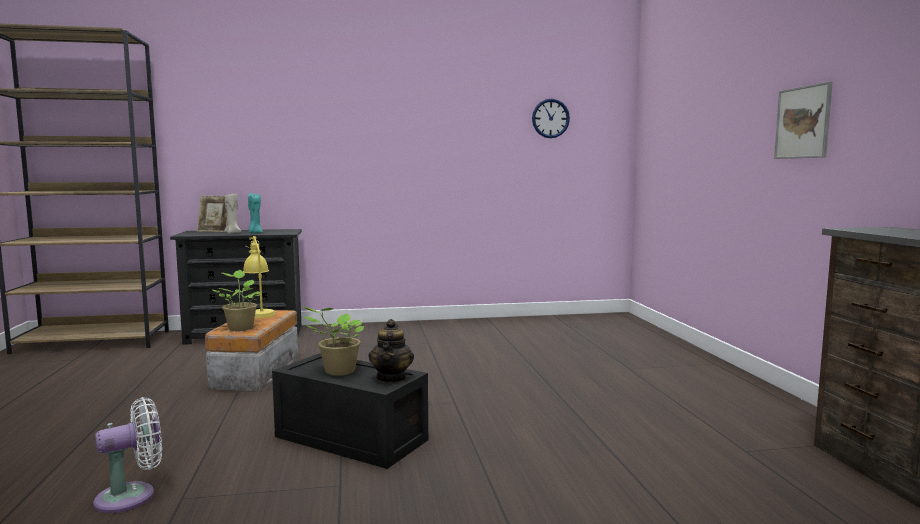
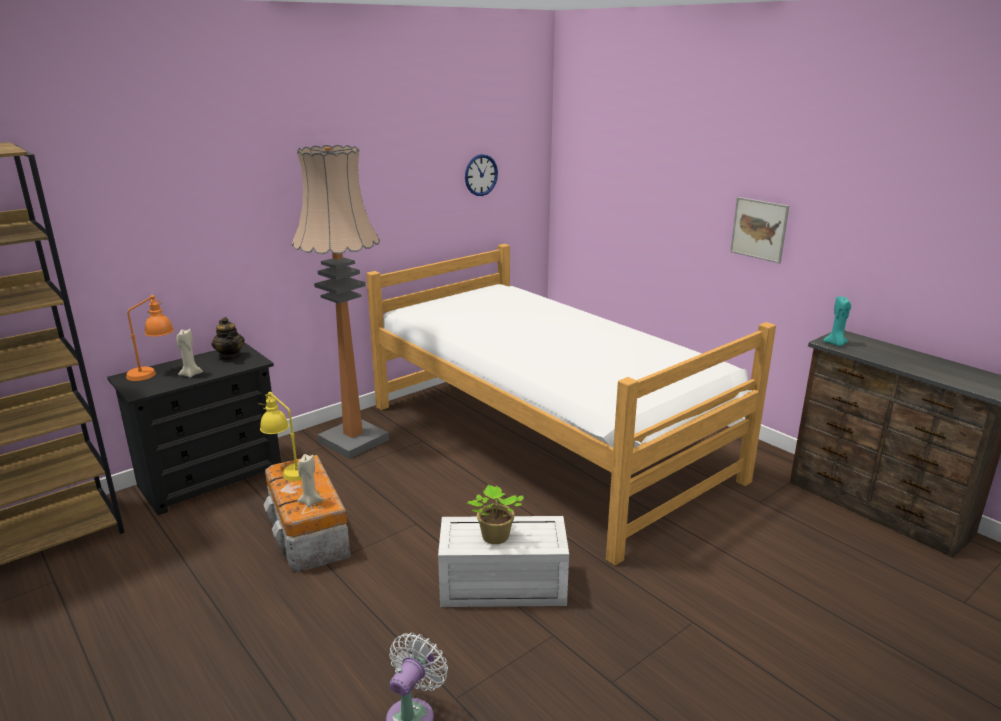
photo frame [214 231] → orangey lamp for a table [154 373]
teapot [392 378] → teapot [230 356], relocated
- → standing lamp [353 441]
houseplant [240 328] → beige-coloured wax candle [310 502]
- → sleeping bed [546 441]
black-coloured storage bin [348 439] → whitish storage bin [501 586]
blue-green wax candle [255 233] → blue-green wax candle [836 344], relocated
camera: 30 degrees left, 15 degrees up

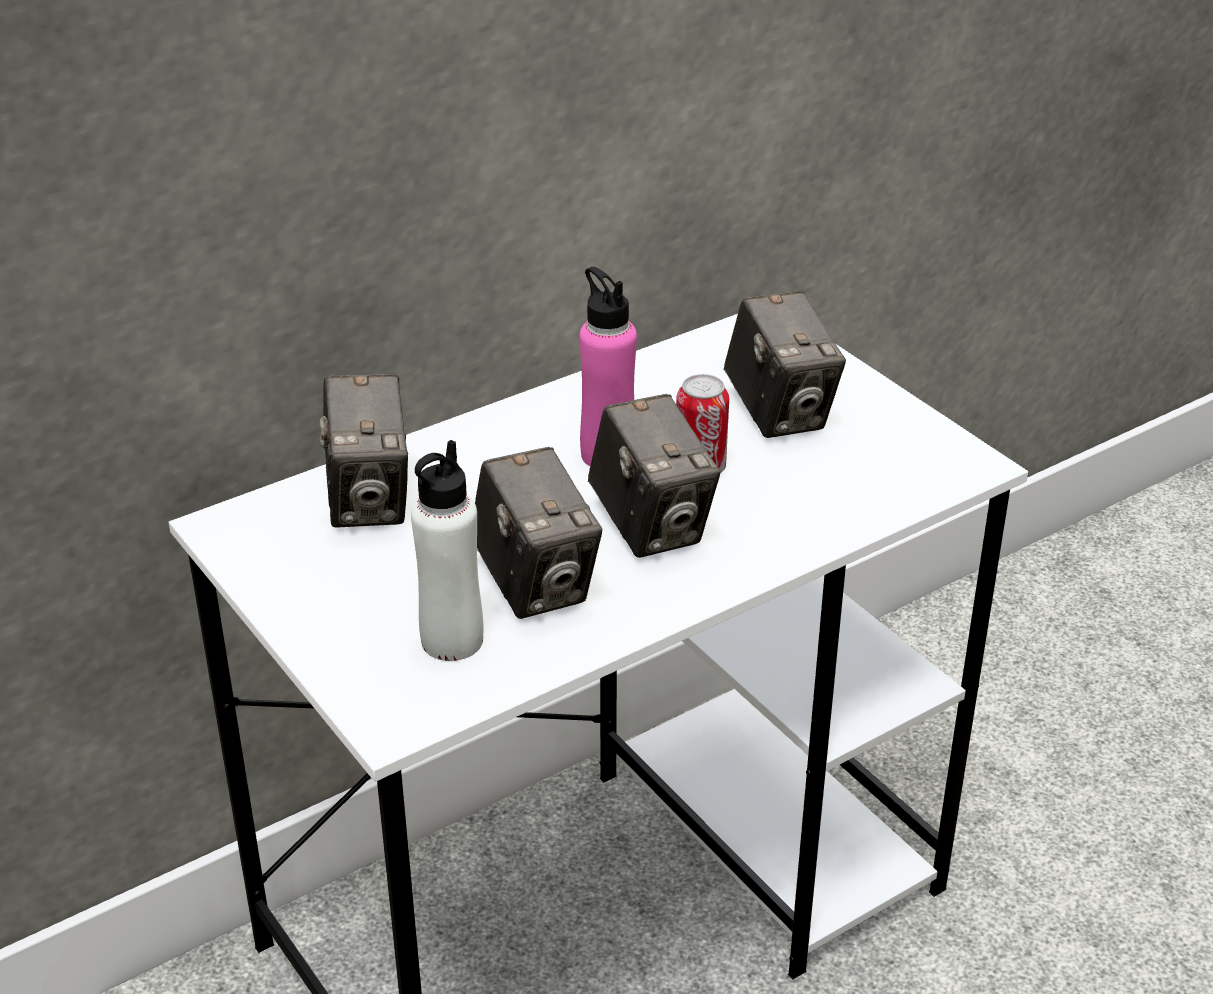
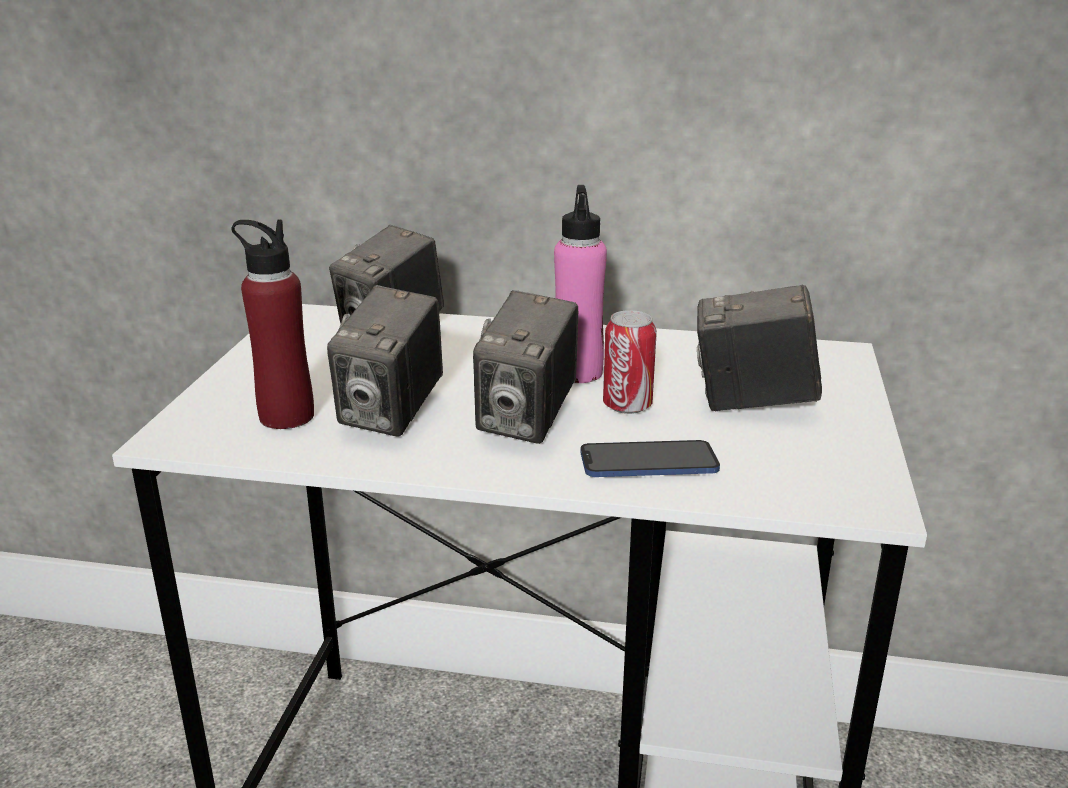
whitish drink bottle [451 640] → red-coloured drink bottle [286 416]
- → phone [648 463]
photo camera [780 413] → photo camera [753 402], 75 degrees clockwise
camera: 45 degrees right, 10 degrees down

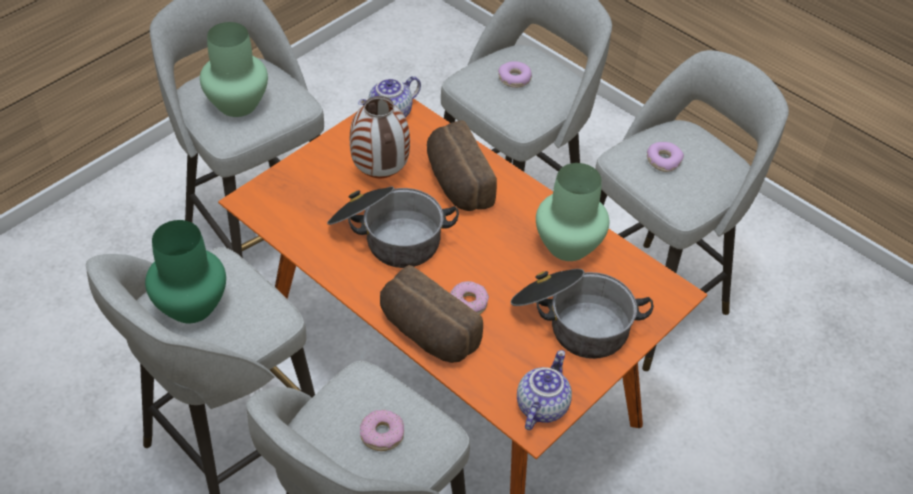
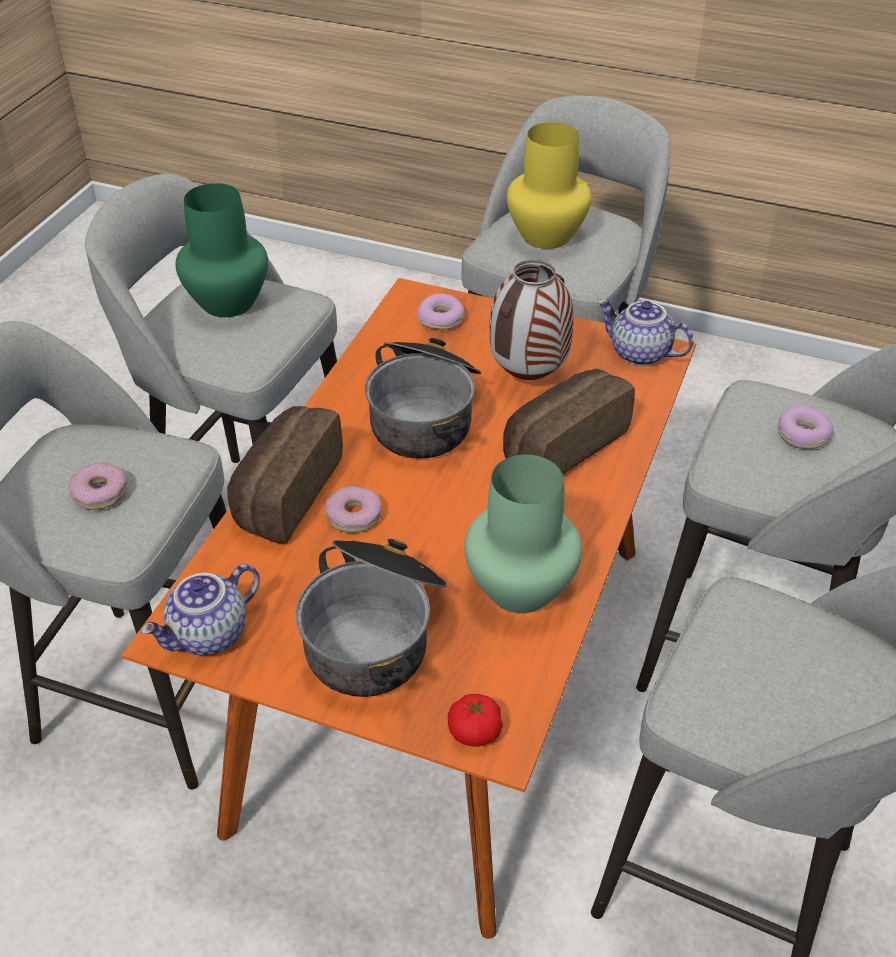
teapot [541 405] → teapot [209 636], 135 degrees clockwise
ring doughnut [663 161] → ring doughnut [441 319], relocated
- → whole tomato [474 731]
greenish decorative vase [238 103] → yellow decorative vase [547 236]
camera: 70 degrees right, 5 degrees down

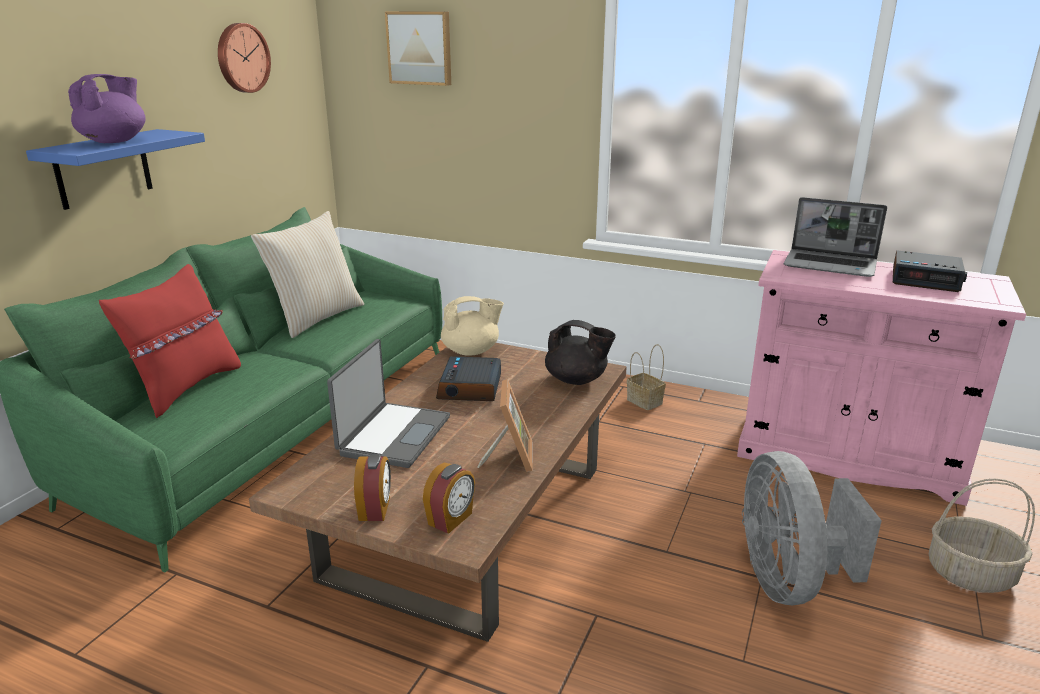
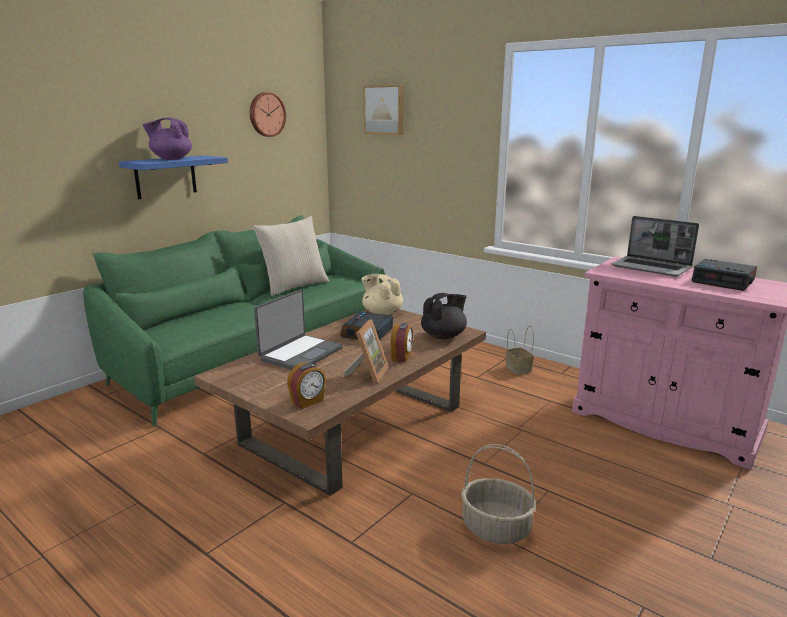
purplish teapot [115 141] → purplish teapot [171 159], 120 degrees counterclockwise
beige-coloured teapot [471 351] → beige-coloured teapot [382 313], 135 degrees counterclockwise
table clock [375 509] → table clock [402 357], relocated
black-coloured teapot [577 380] → black-coloured teapot [444 336], 75 degrees counterclockwise
storage basket [971 573] → storage basket [497 528], relocated
red-coloured pillow [186 388] → -
grey fan [788 580] → -
camera: 15 degrees right, 5 degrees down

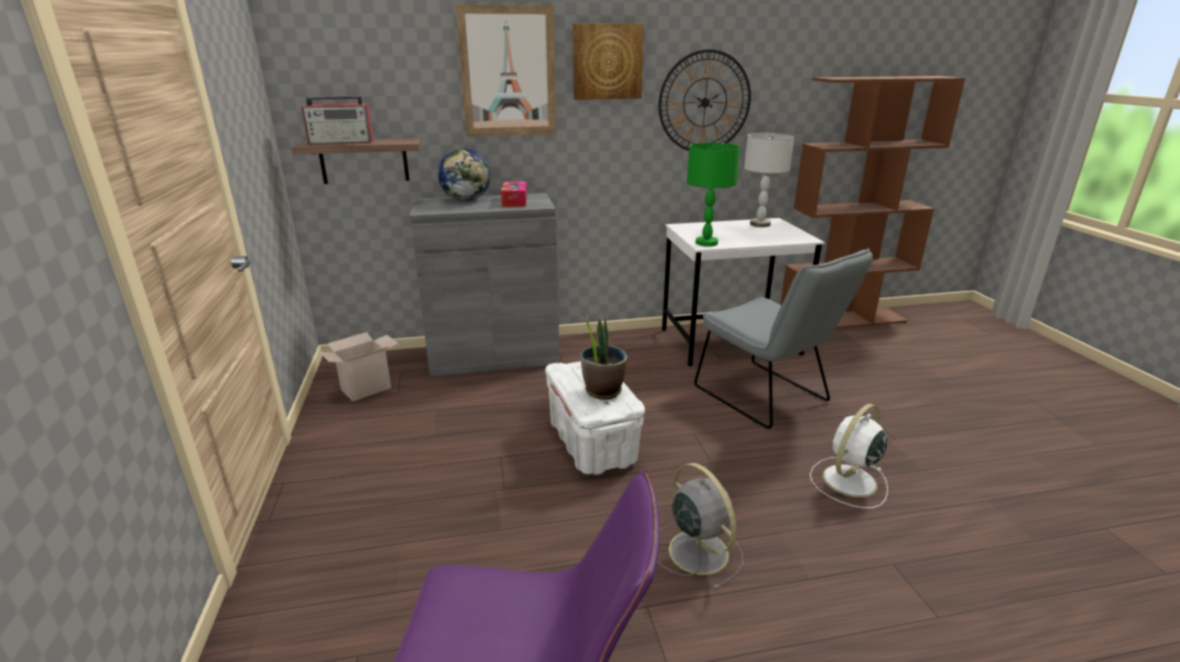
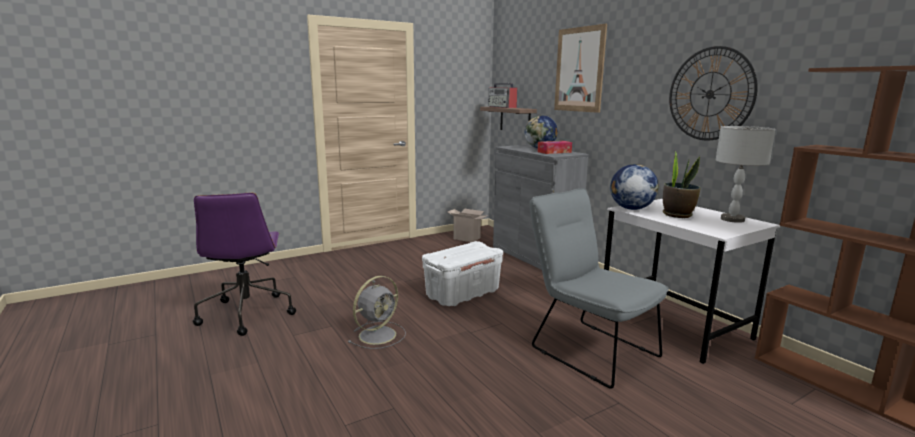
grey plain chair [767 398] → grey plain chair [587 348], 105 degrees clockwise
greenish lamp for a table [706 243] → globe [631 209]
houseplant [603 391] → houseplant [677 215], relocated
wall art [607 61] → -
whitish fan [848 482] → -
camera: 70 degrees right, 10 degrees down

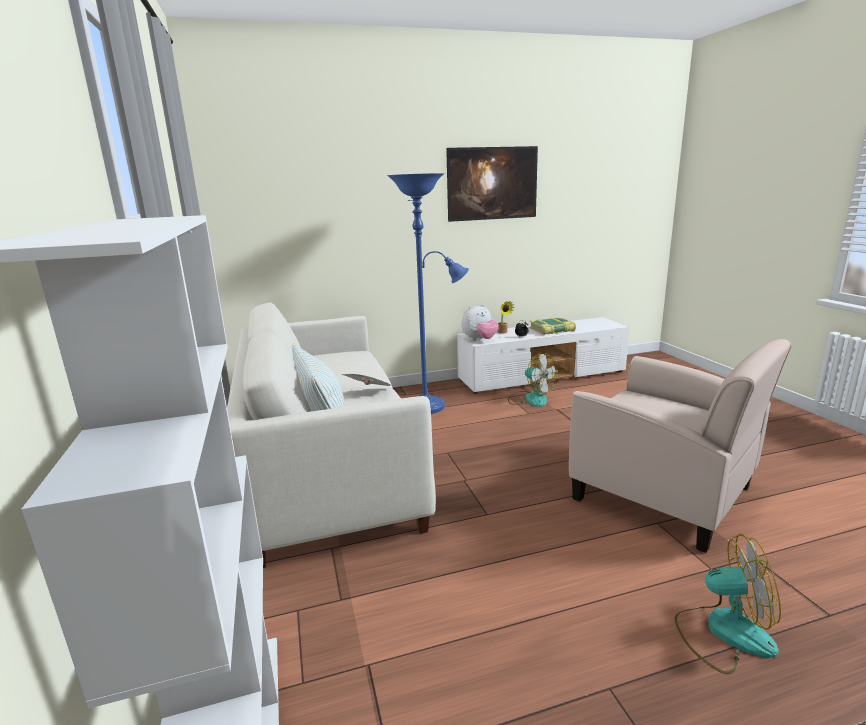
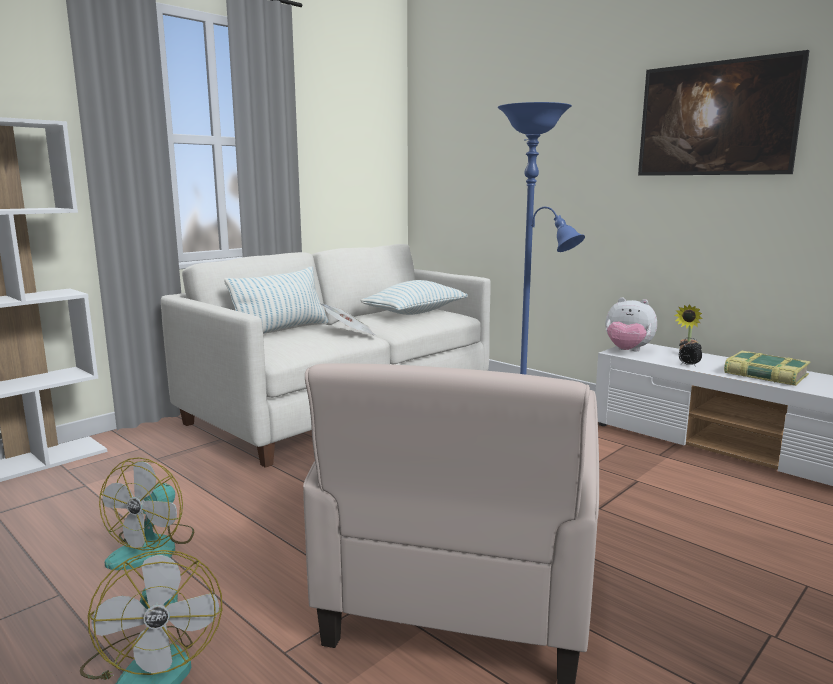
fan [530 398] → fan [153 547], relocated
- → pillow [415 313]
camera: 60 degrees right, 5 degrees down

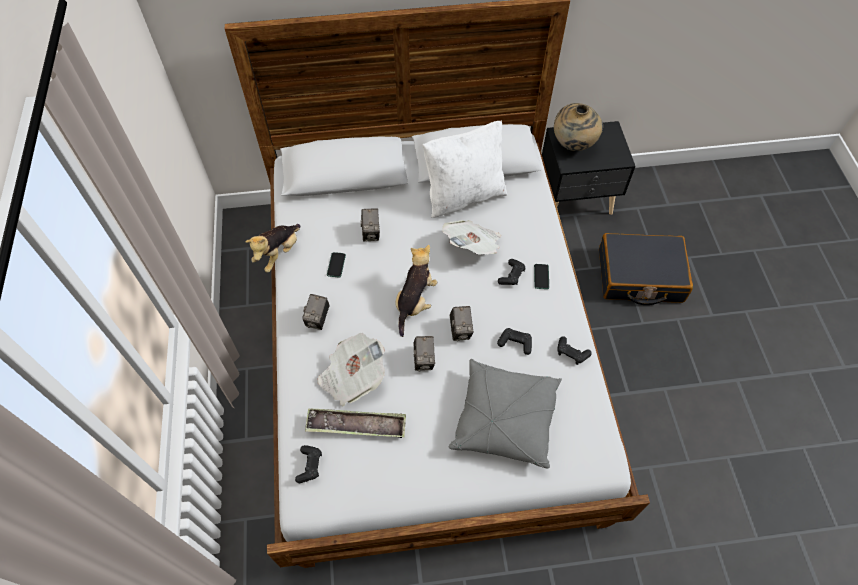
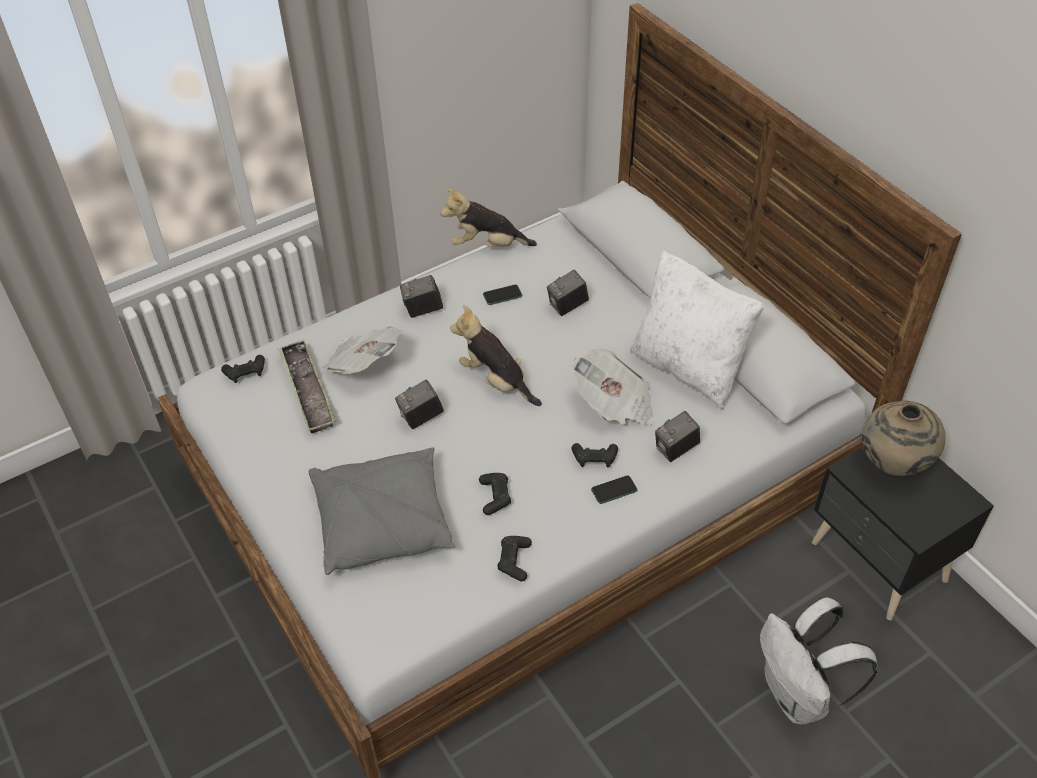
soft toy [415 302] → soft toy [496 381], 135 degrees counterclockwise
photo camera [460 330] → photo camera [676 449], relocated
black-coloured piece of luggage [640 276] → whitish rucksack [799 696]
camera: 65 degrees right, 10 degrees down

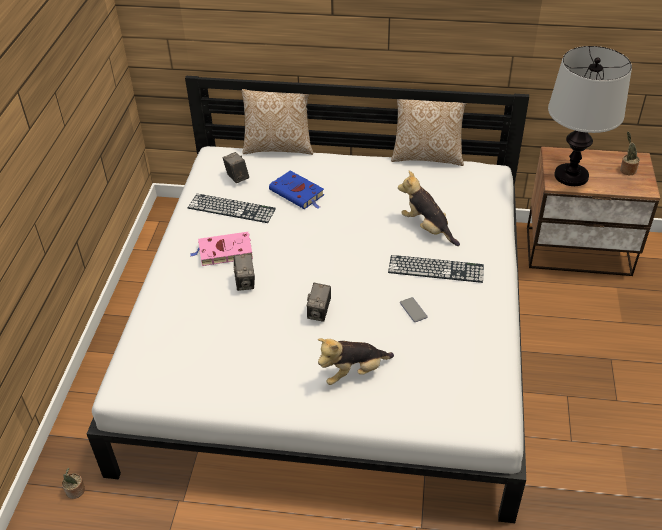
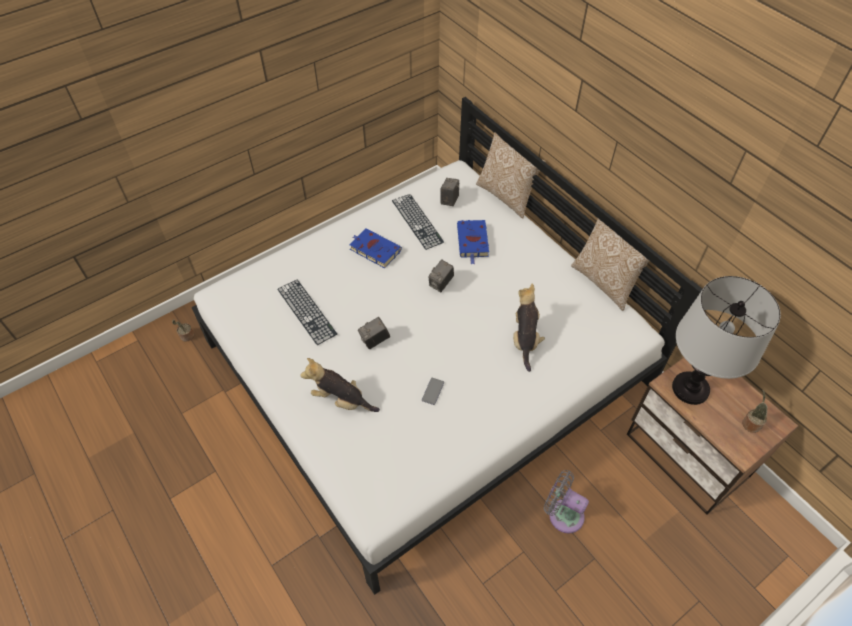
computer keyboard [436 269] → computer keyboard [306 311], relocated
pink book [224 252] → bluish book [374 249]
photo camera [245 282] → photo camera [441 284], relocated
- → grey fan [562 513]
camera: 45 degrees right, 10 degrees up

